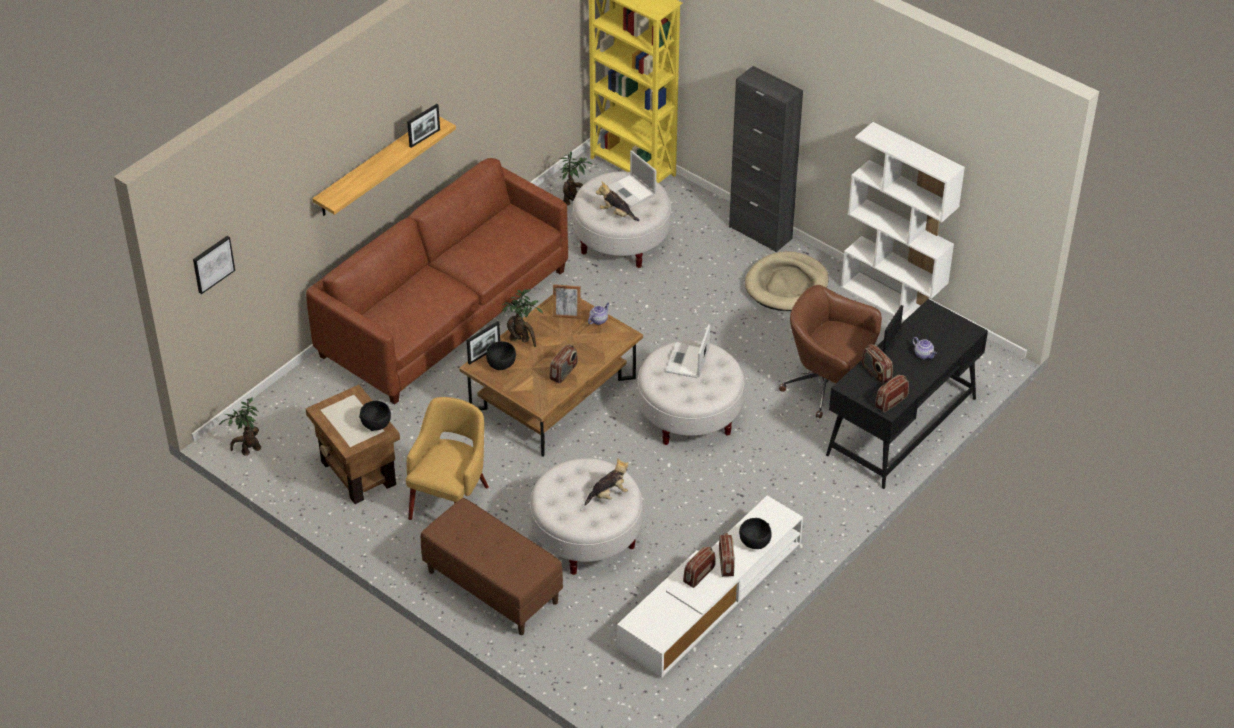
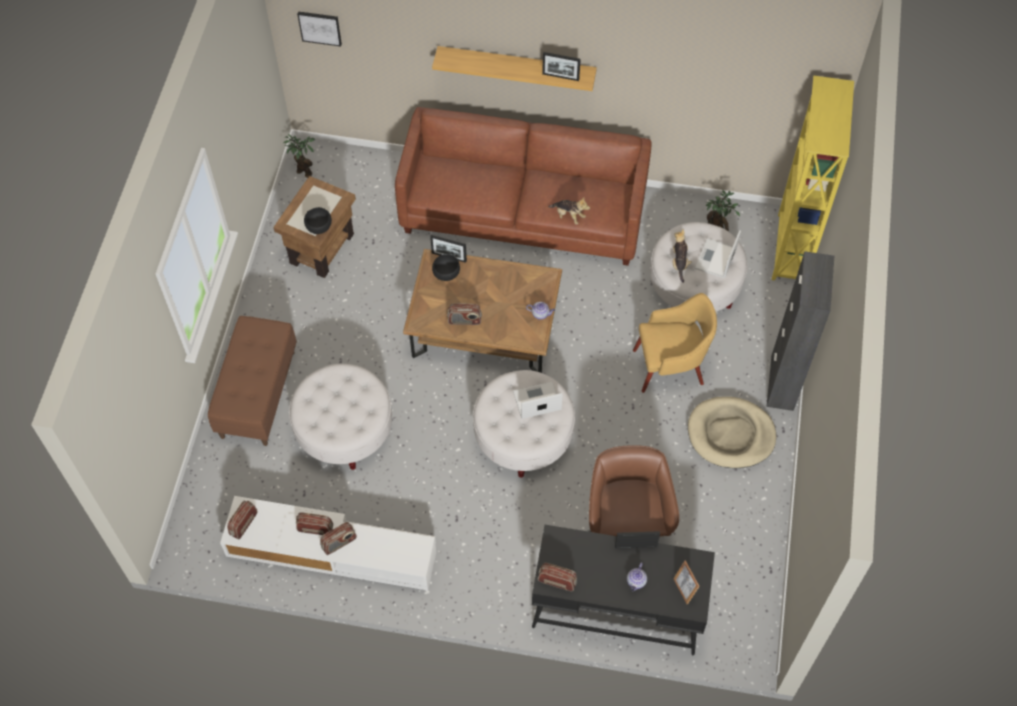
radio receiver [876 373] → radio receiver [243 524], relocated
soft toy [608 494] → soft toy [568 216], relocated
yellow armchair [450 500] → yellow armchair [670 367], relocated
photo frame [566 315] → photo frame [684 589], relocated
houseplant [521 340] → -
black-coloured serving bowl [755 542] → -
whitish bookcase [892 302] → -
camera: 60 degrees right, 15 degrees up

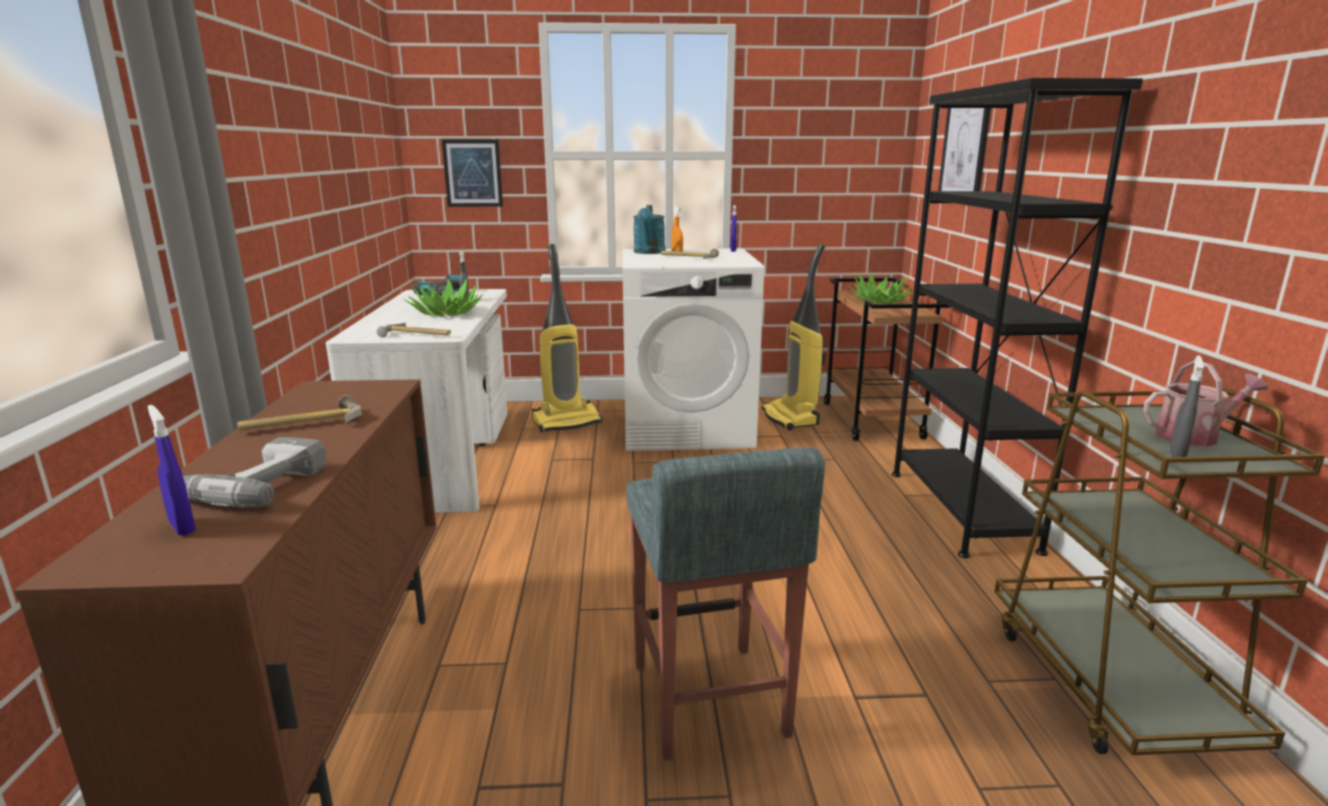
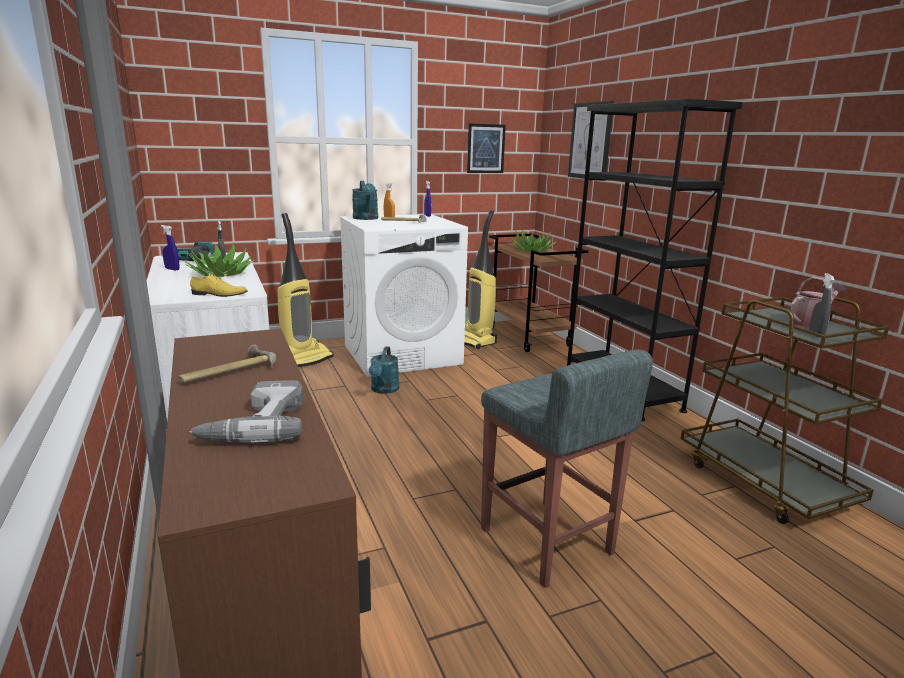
bluish hand sprayer [182 527] → bluish hand sprayer [172 269], relocated
hand hammer [415 335] → yellow item of footwear [219 294]
- → blue-green watering pot [384 390]
wall art [473 173] → wall art [486 148], relocated
camera: 20 degrees left, 0 degrees up

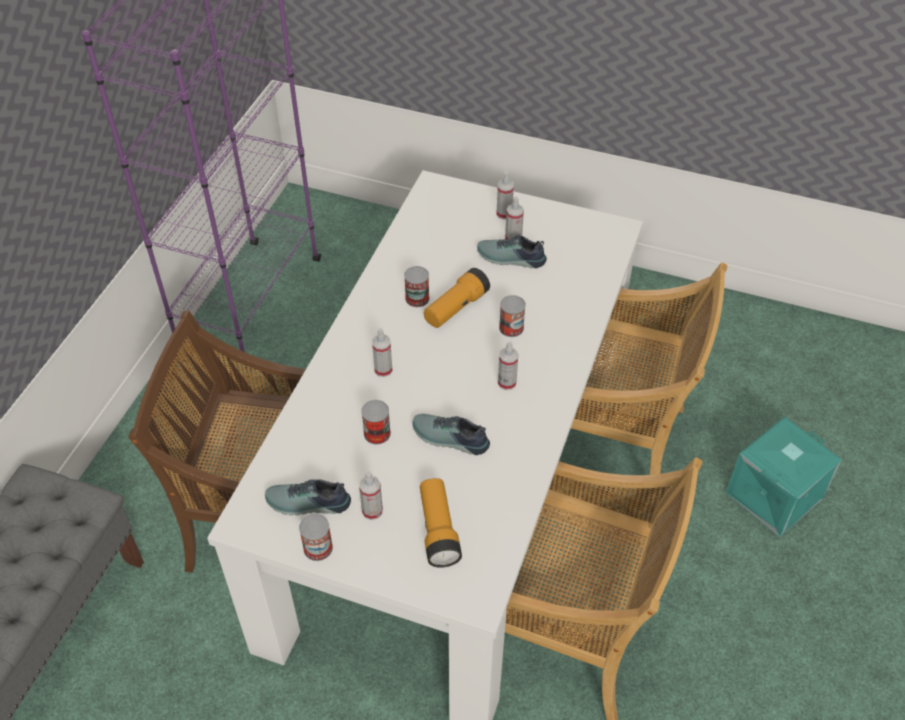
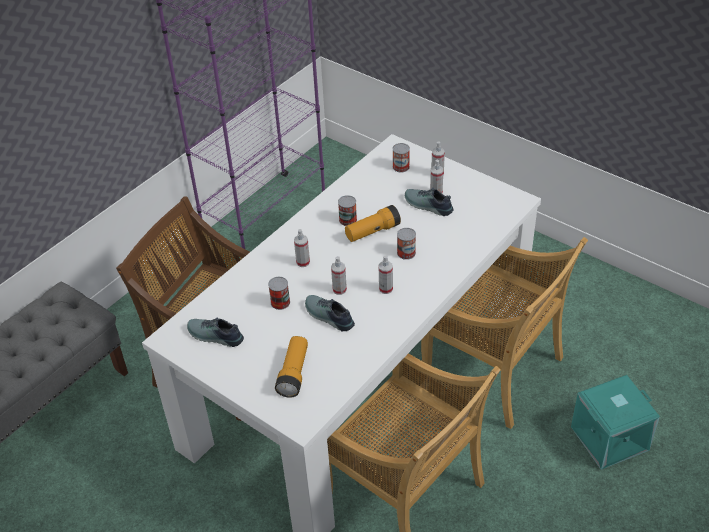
hand sprayer [372 511] → hand sprayer [339 289], relocated
metal can [318 548] → metal can [401 167], relocated
camera: 20 degrees right, 5 degrees down

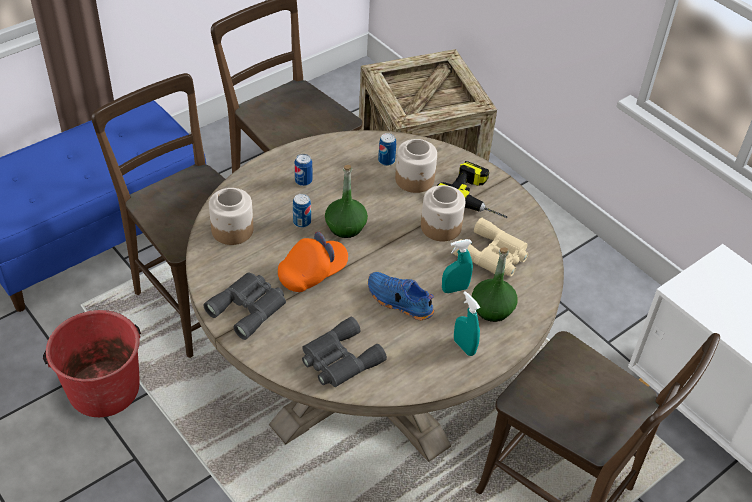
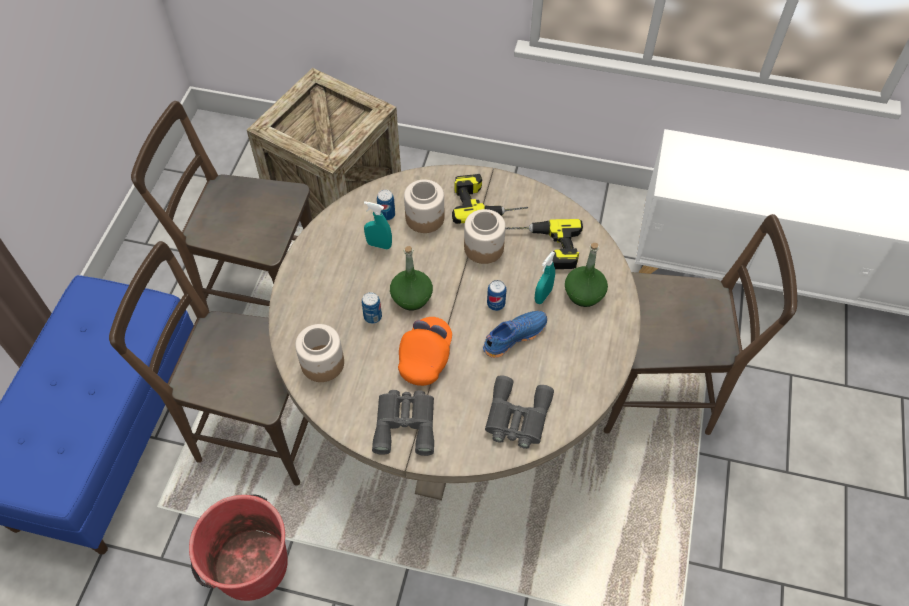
blue-green hand sprayer [464 347] → blue-green hand sprayer [379 245], relocated
bluish item of footwear [398 302] → bluish item of footwear [513 336], 150 degrees clockwise
metal can [303 181] → metal can [496 304], relocated
beige-coloured pair of binoculars [493 256] → power drill [544 247]
camera: 35 degrees left, 10 degrees up

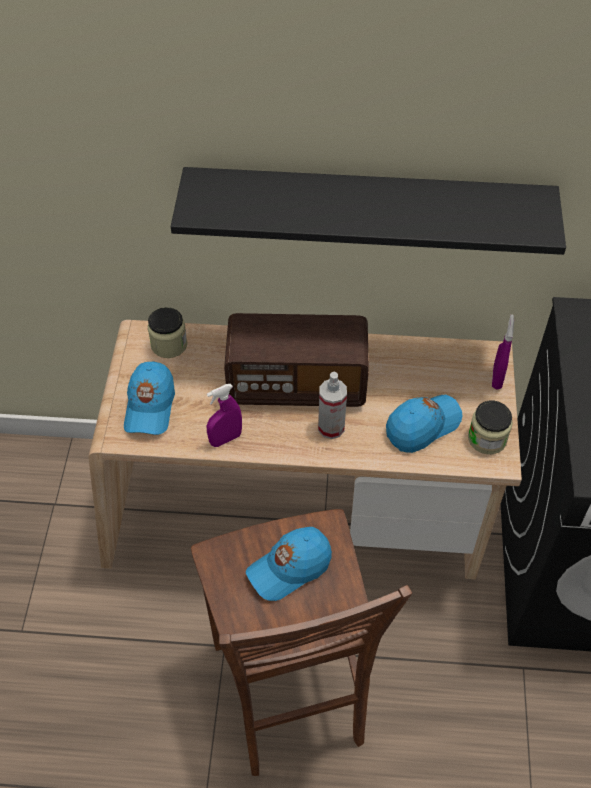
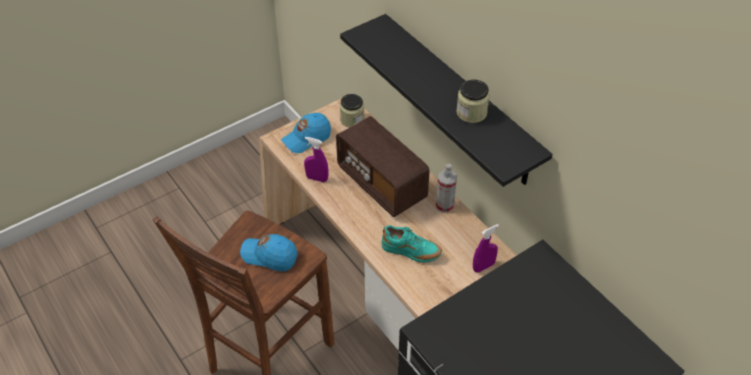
bluish baseball cap [422 426] → blue-green item of footwear [411 253]
hand sprayer [331 427] → hand sprayer [444 205], relocated
preserve jar [487 439] → preserve jar [471 113], relocated
camera: 50 degrees right, 5 degrees down

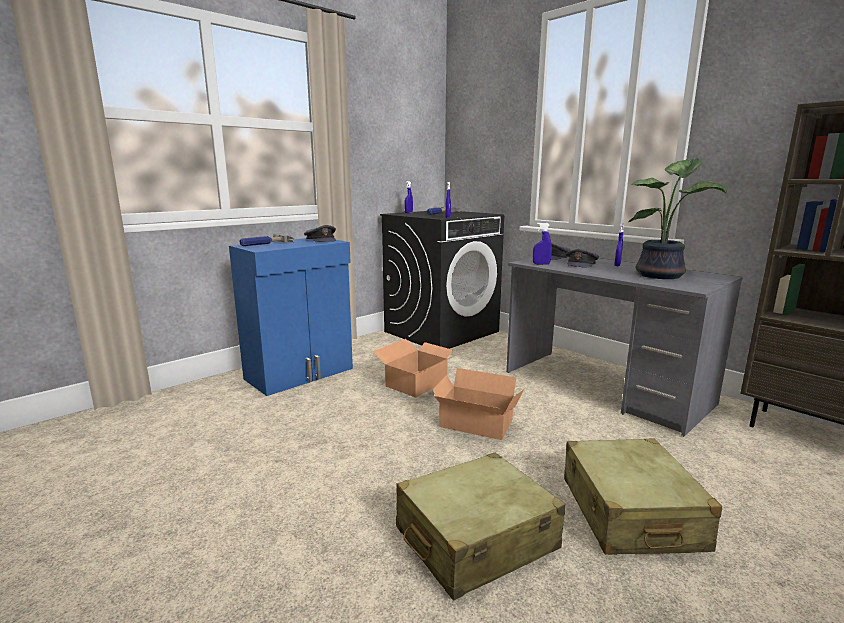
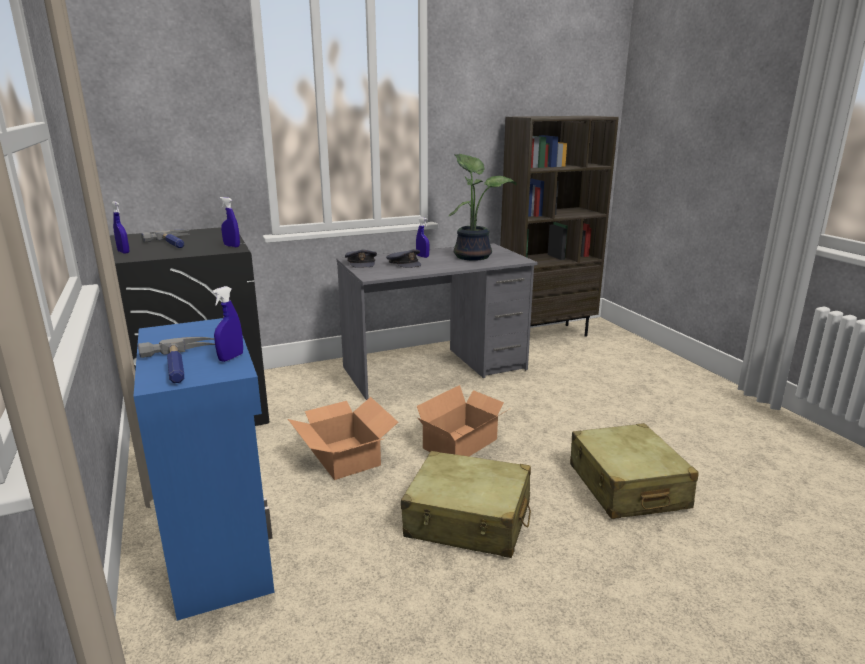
bluish hand sprayer [541 264] → bluish hand sprayer [231 358], relocated
beige-coloured piece of luggage [630 513] → beige-coloured piece of luggage [468 520], relocated
grey baseball cap [321 240] → -
camera: 70 degrees left, 5 degrees up

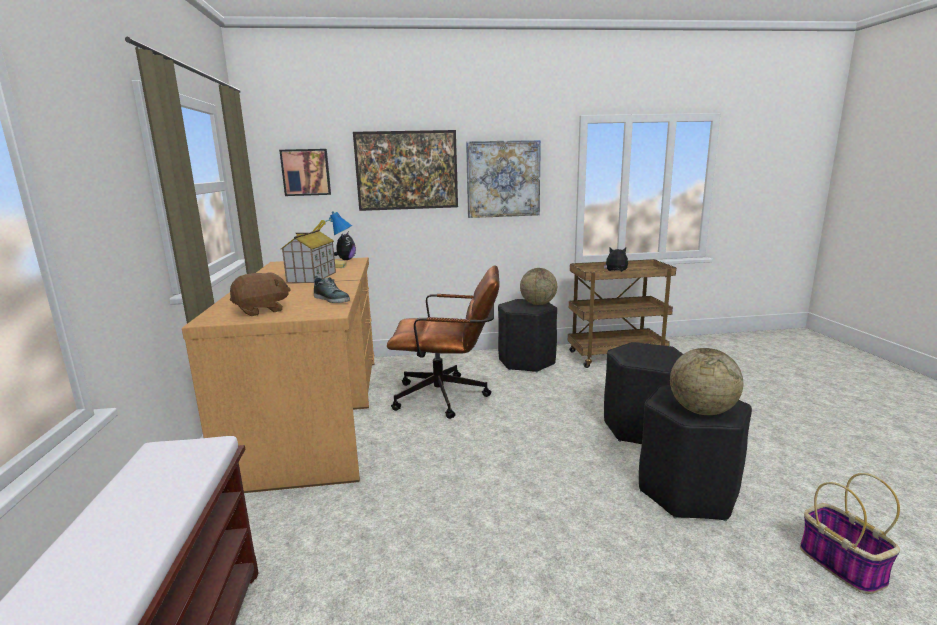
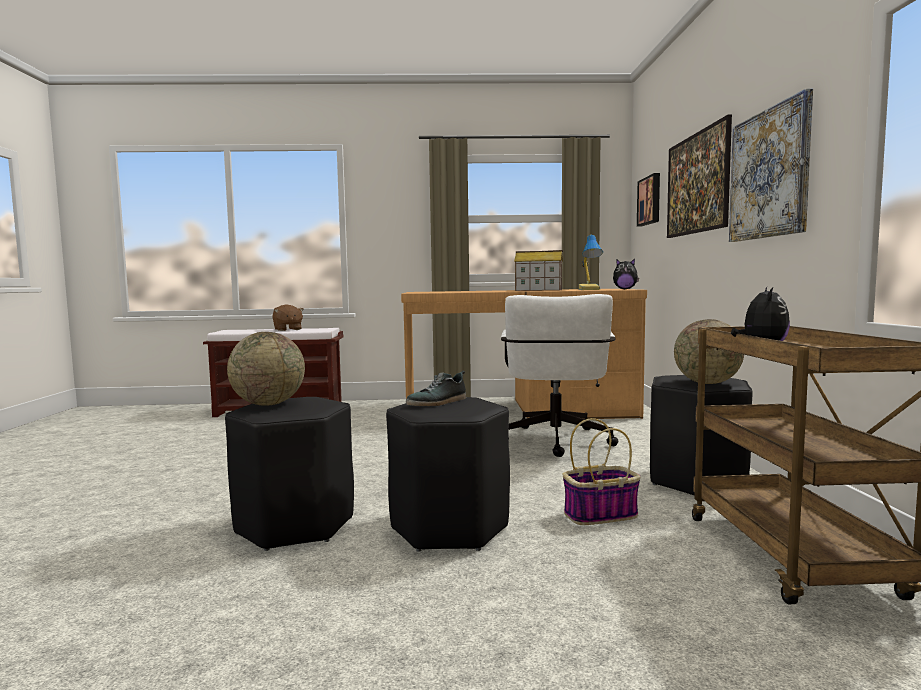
brown-coloured soft toy [262 311] → brown-coloured soft toy [287 329], relocated
item of footwear [332 299] → item of footwear [438 402], relocated
brown-coloured desk chair [449 397] → whitish desk chair [555 443]
storage basket [839 564] → storage basket [601 514], relocated
camera: 95 degrees right, 10 degrees down

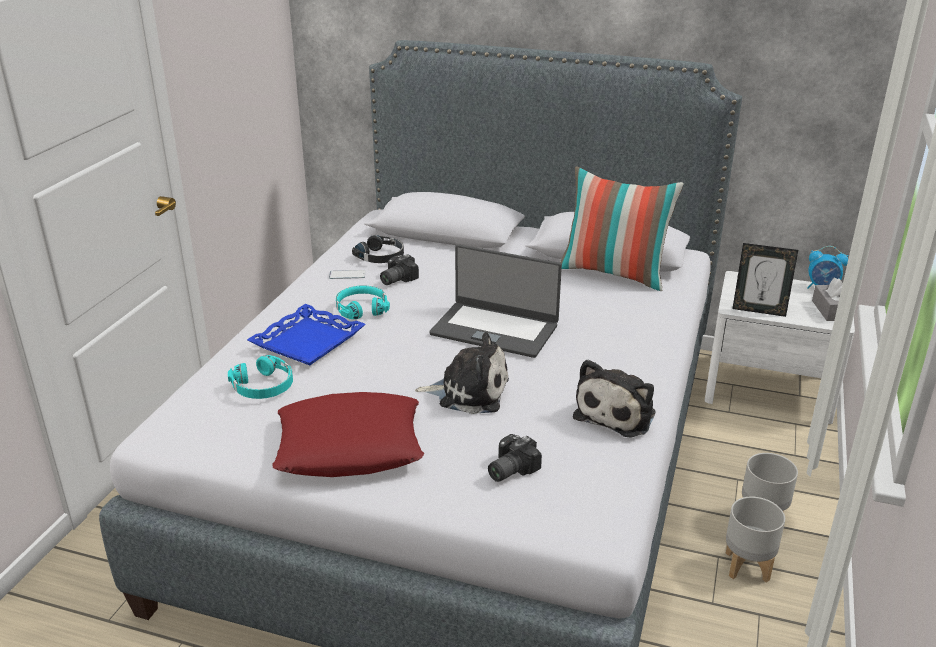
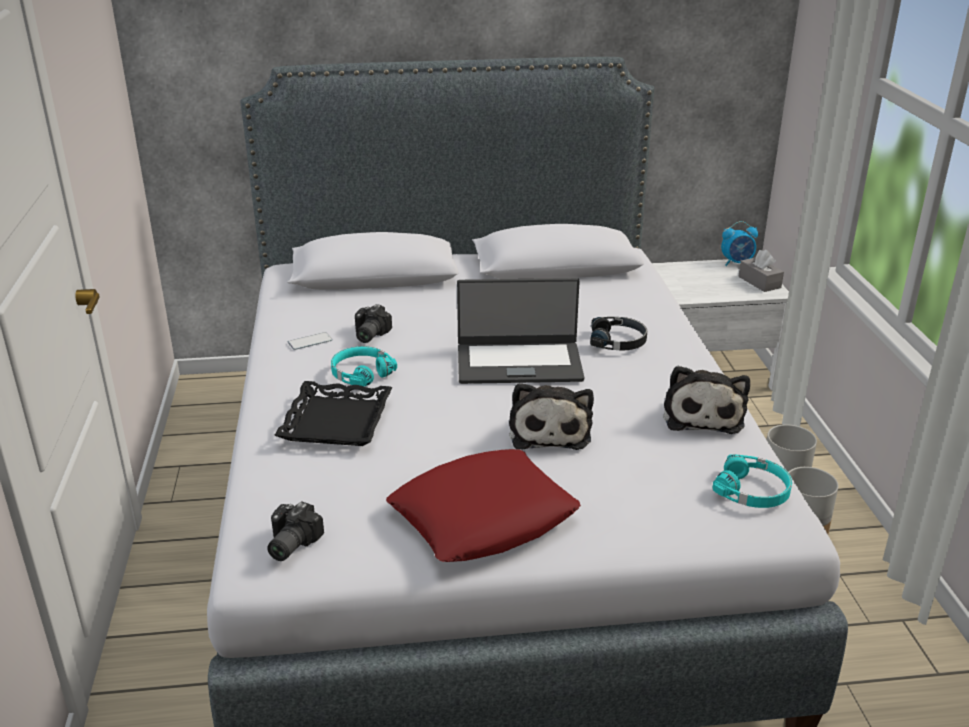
photo camera [508 469] → photo camera [289 544], relocated
bluish serving tray [308 342] → black-coloured serving tray [337 422]
soft toy [469 392] → soft toy [549 430], 105 degrees clockwise
black-coloured headset [381 257] → black-coloured headset [618 341], relocated
blue-green headset [264 386] → blue-green headset [753 491], relocated
pillow [614 274] → -
photo frame [759 310] → -
camera: 25 degrees left, 0 degrees up

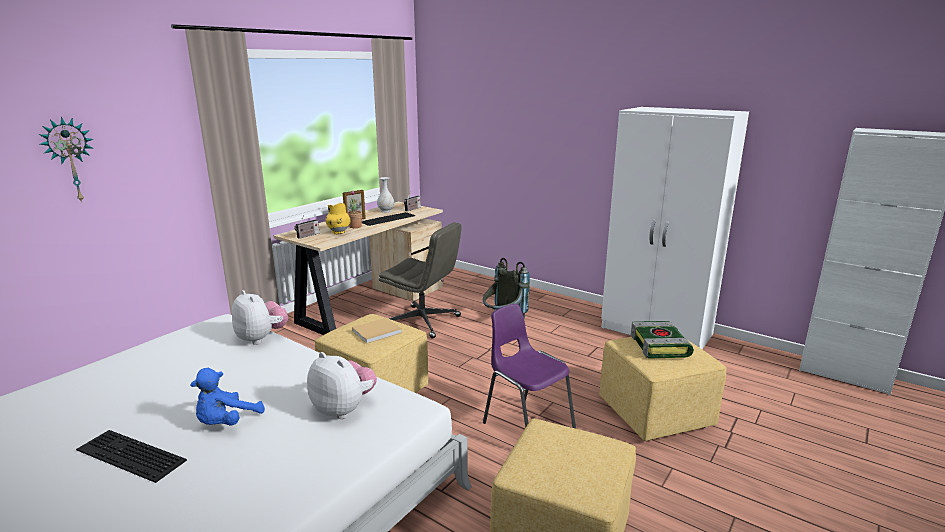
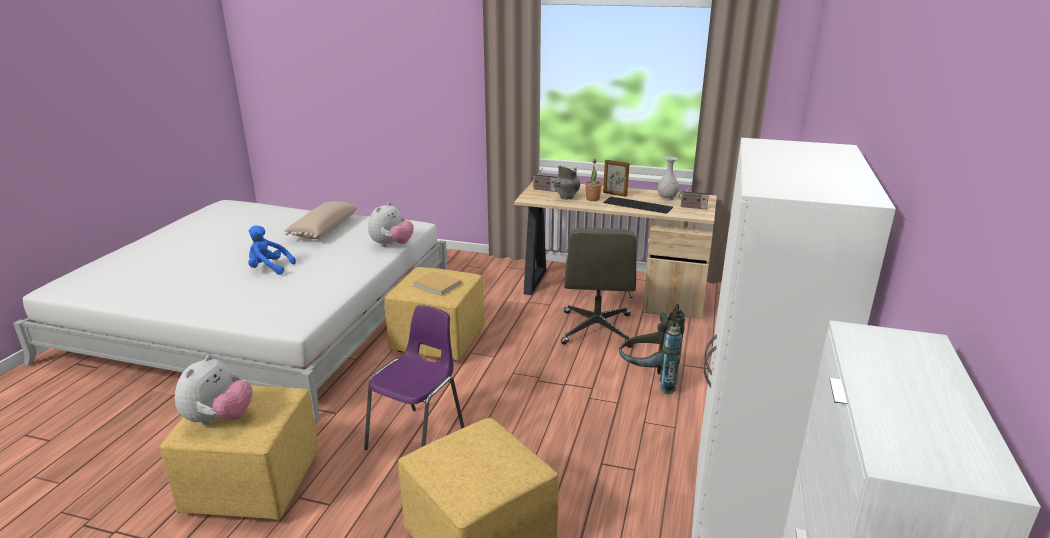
soft toy [344 409] → soft toy [219 419], relocated
- → beige-coloured pillow [323 229]
yellow decorative vase [338 232] → grey decorative vase [567 197]
clock on the wall [70 160] → -
computer keyboard [128 456] → -
book [660 346] → -
camera: 70 degrees right, 5 degrees up

